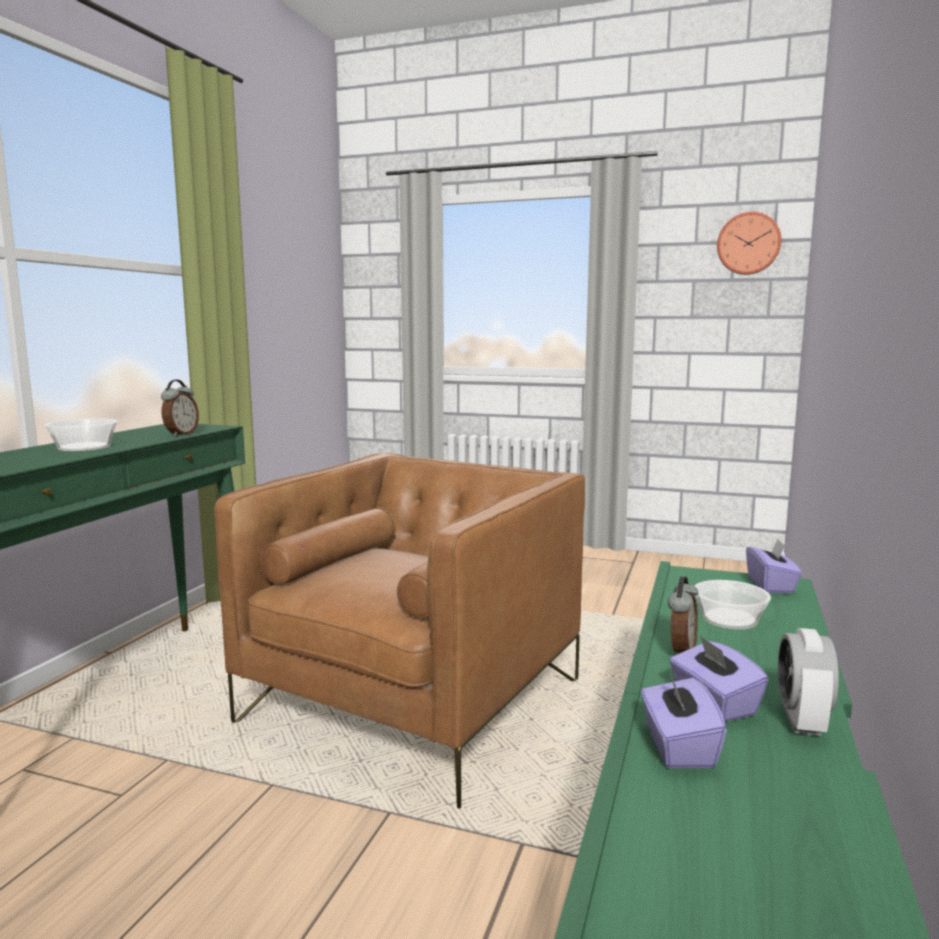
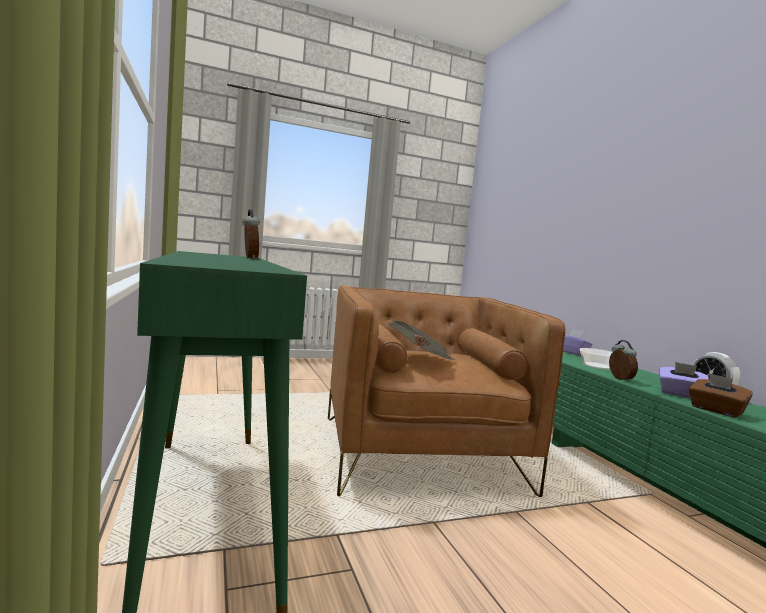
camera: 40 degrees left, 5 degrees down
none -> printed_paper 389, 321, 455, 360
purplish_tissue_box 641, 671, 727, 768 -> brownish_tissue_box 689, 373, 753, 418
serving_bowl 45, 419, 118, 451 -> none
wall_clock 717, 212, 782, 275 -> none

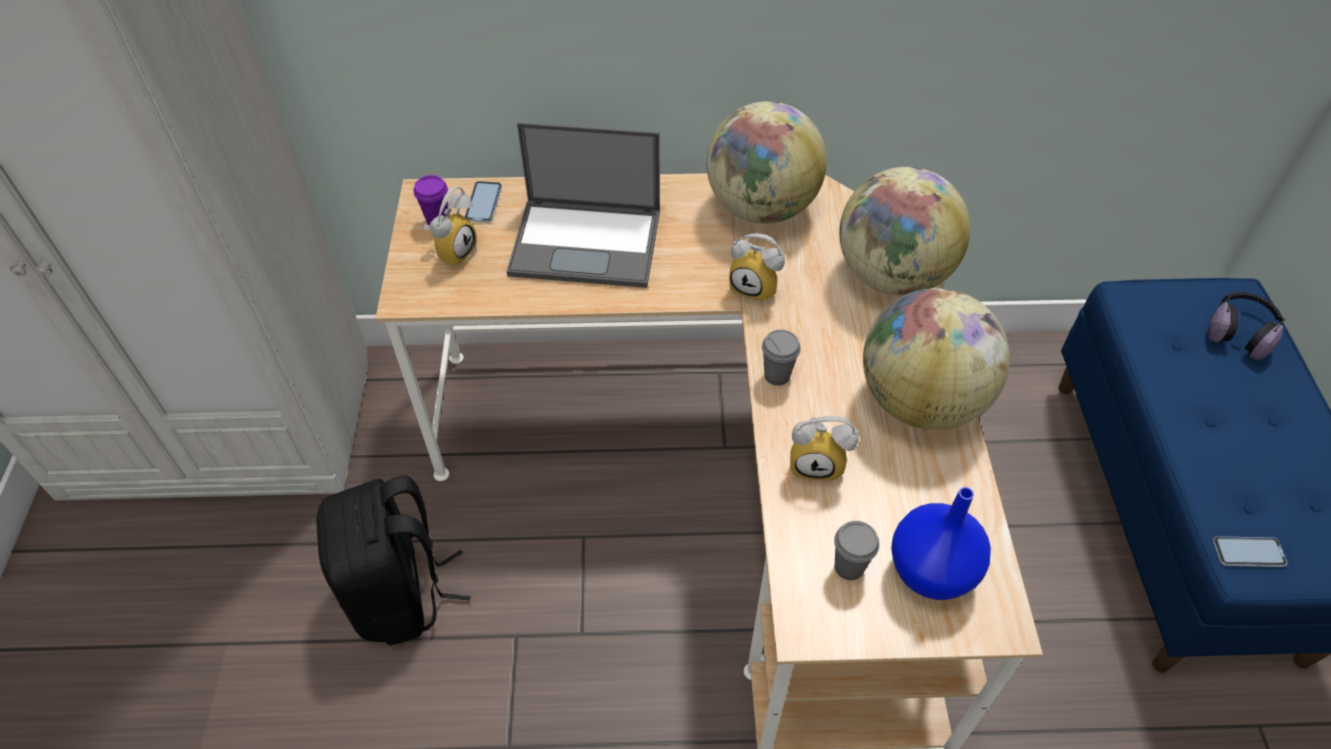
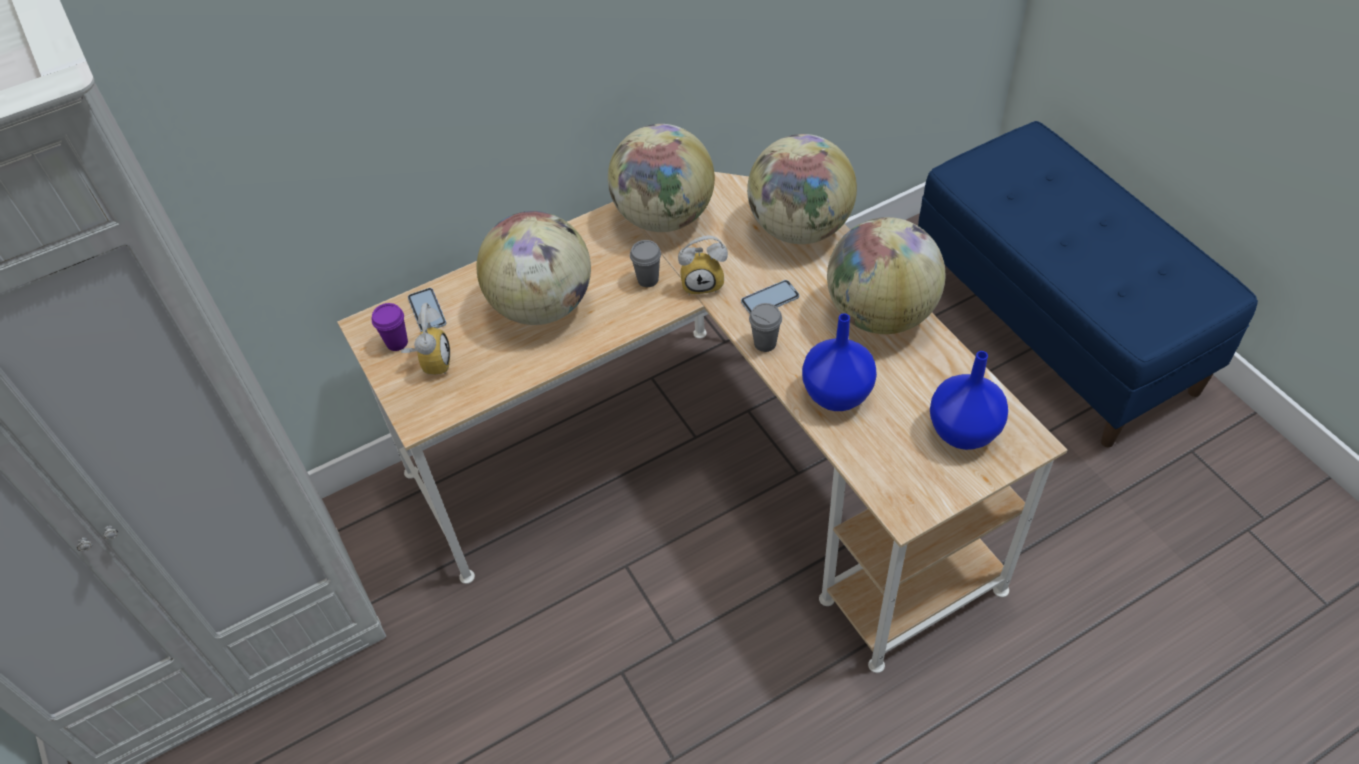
camera: 25 degrees left, 0 degrees up
notebook_computer 507, 122, 660, 288 -> desk_globe 477, 211, 591, 325
gray_cup 834, 521, 879, 580 -> gray_cup 630, 240, 661, 287, shifted
phone 1213, 536, 1287, 567 -> phone 741, 280, 799, 314, shifted
alarm_clock 790, 416, 859, 481 -> blue-coloured_vase 802, 313, 877, 411
blackish_knapsack 316, 476, 470, 646 -> none
headset 1208, 292, 1285, 361 -> none

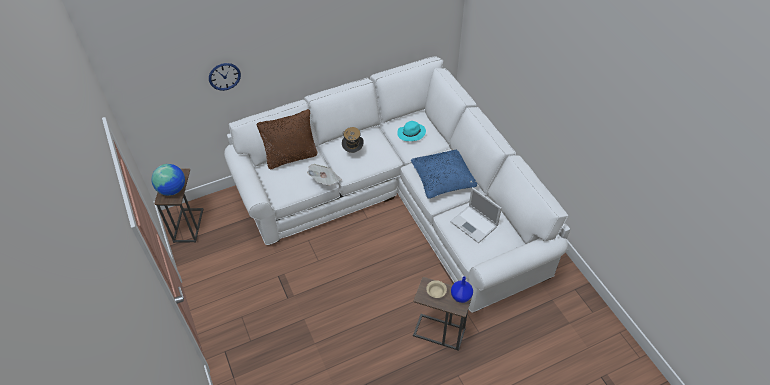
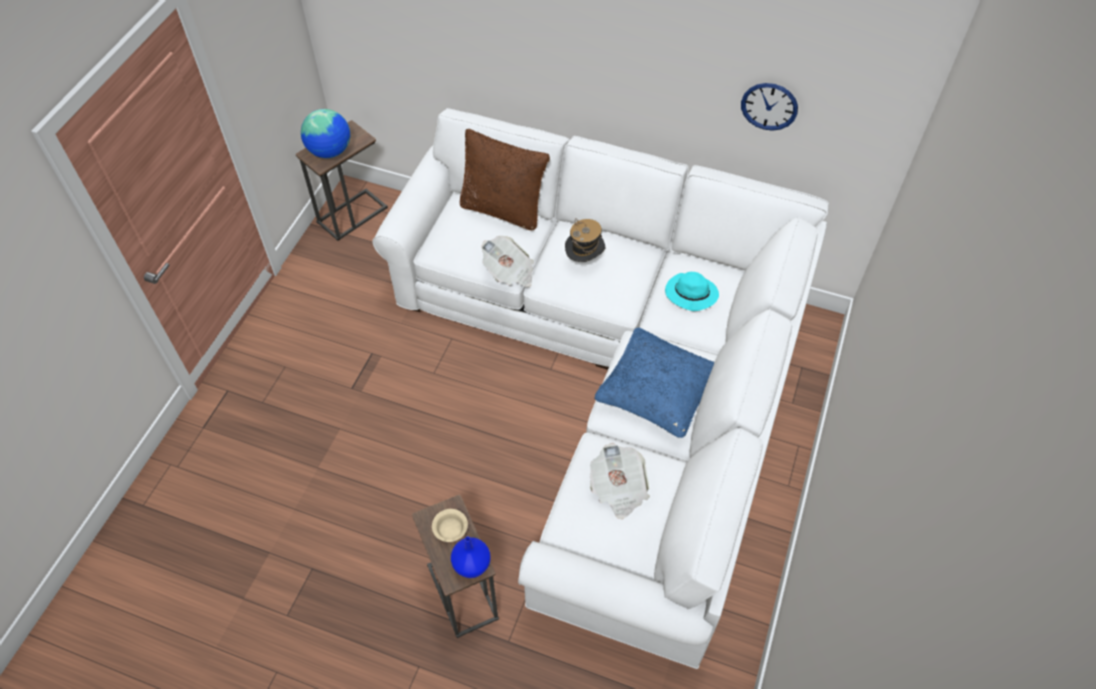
camera: 45 degrees right, 5 degrees up
notebook_computer 450, 187, 502, 243 -> printed_paper 590, 443, 650, 519
wall_clock 209, 63, 241, 91 -> wall_clock 741, 83, 798, 131, shifted

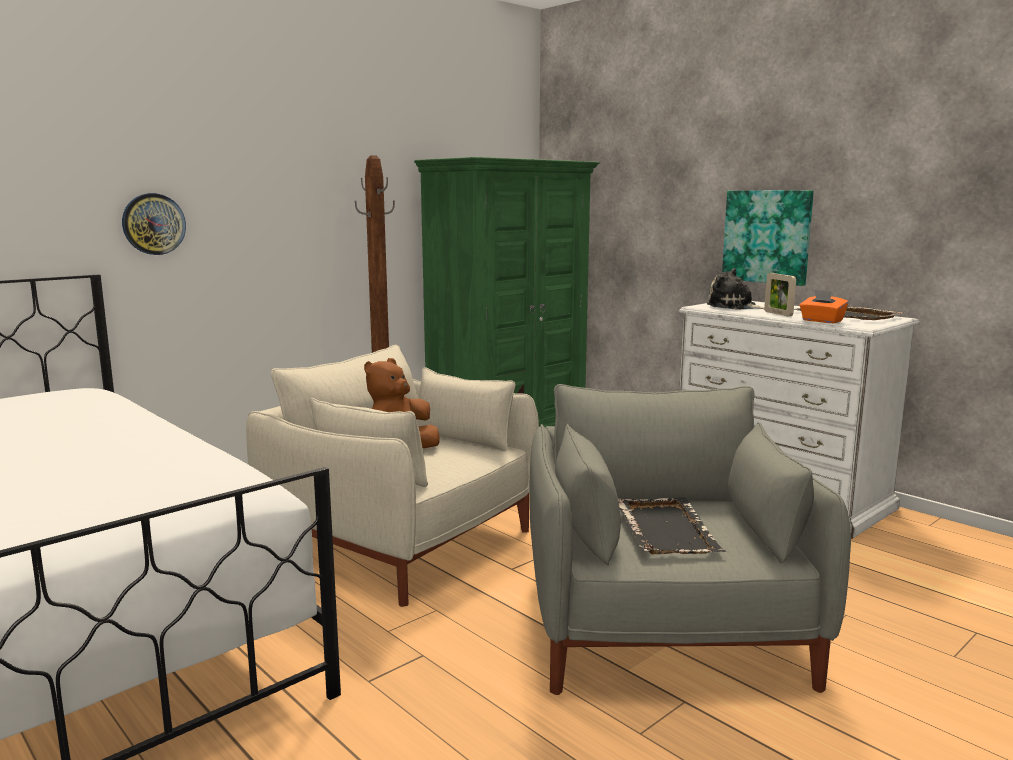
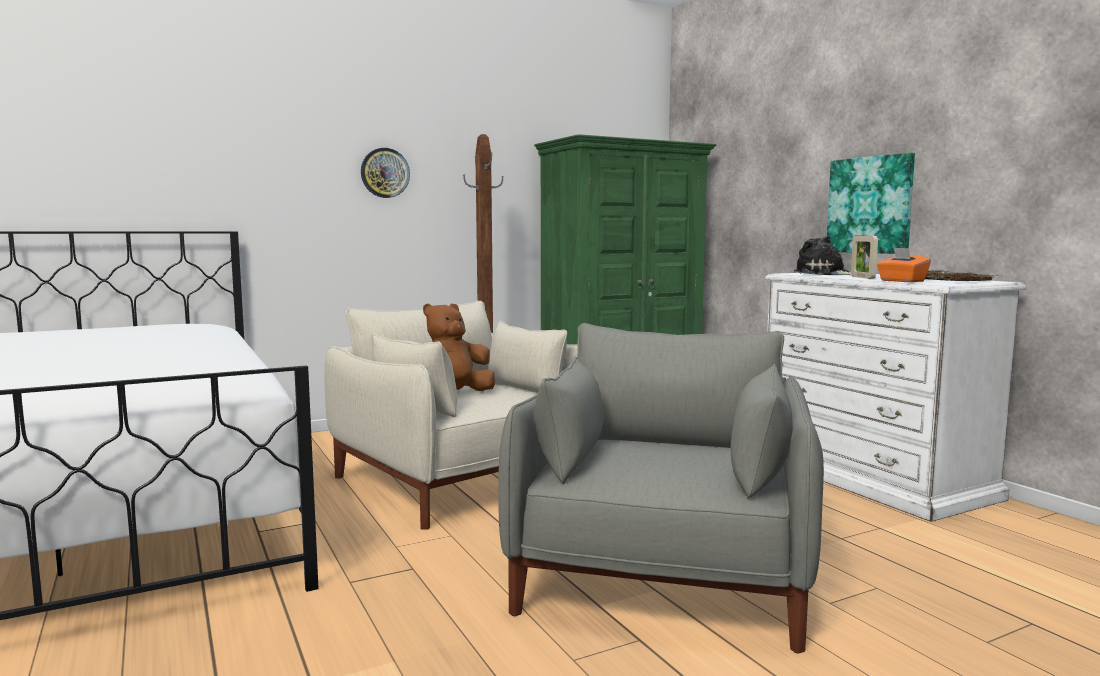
camera: 15 degrees right, 5 degrees down
wall_clock 122, 193, 186, 255 -> wall_clock 361, 148, 410, 198, shifted
blackish_carrying_tray 618, 497, 726, 554 -> none

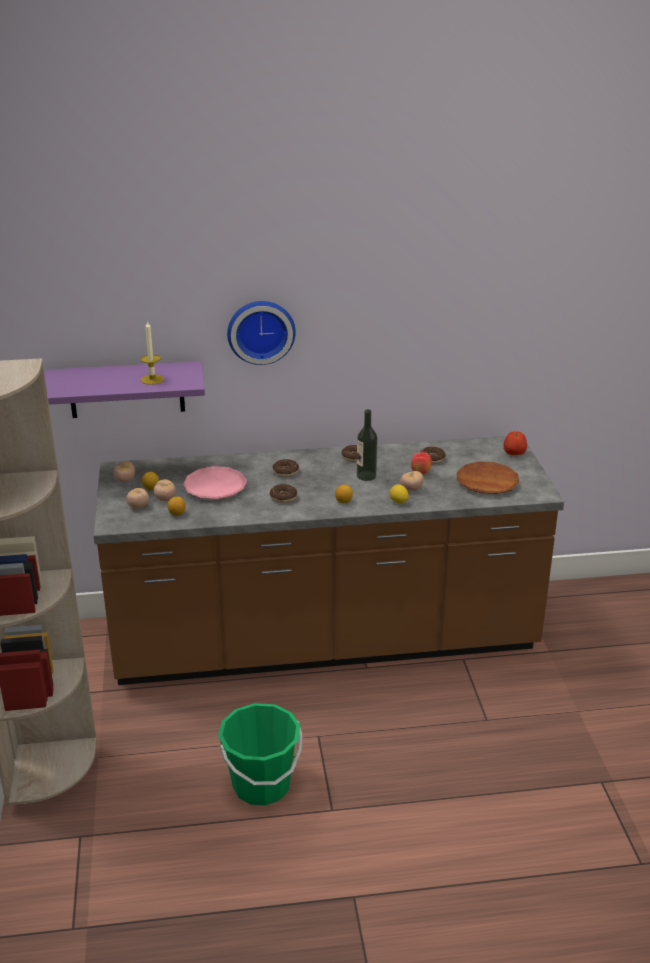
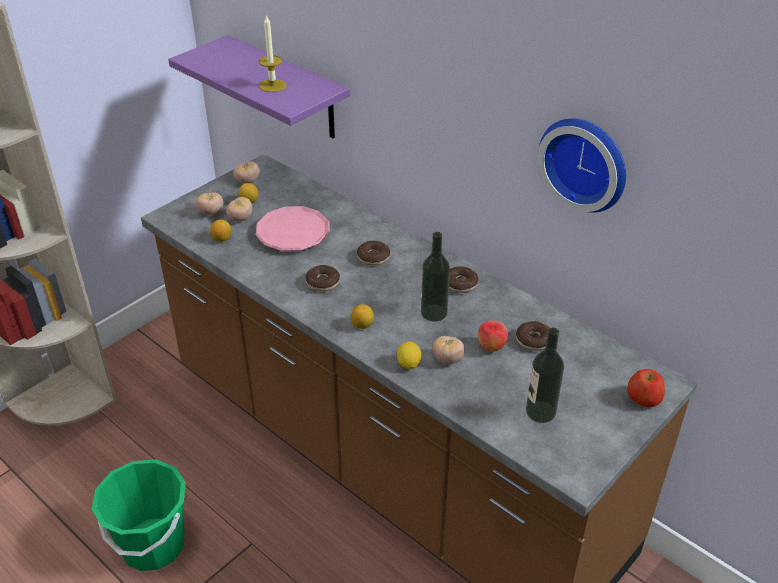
camera: 50 degrees right, 10 degrees up
brownish_dinner_plate 457, 461, 519, 494 -> drink_bottle 526, 327, 564, 423
wall_clock 227, 301, 296, 365 -> wall_clock 537, 118, 626, 213, shifted

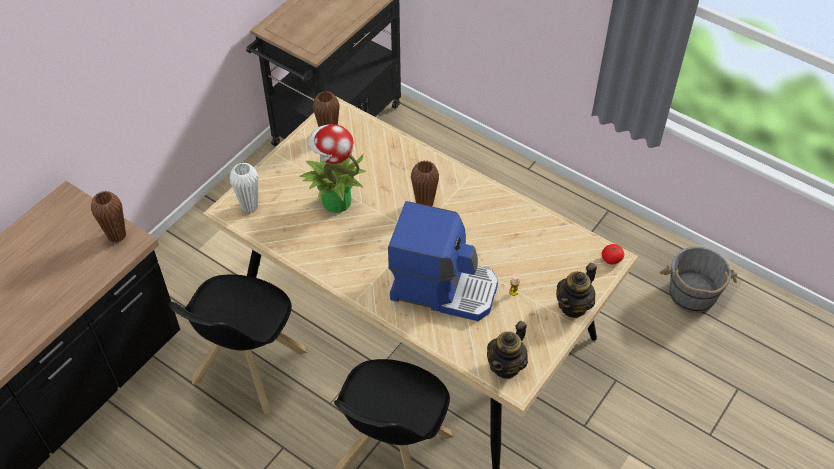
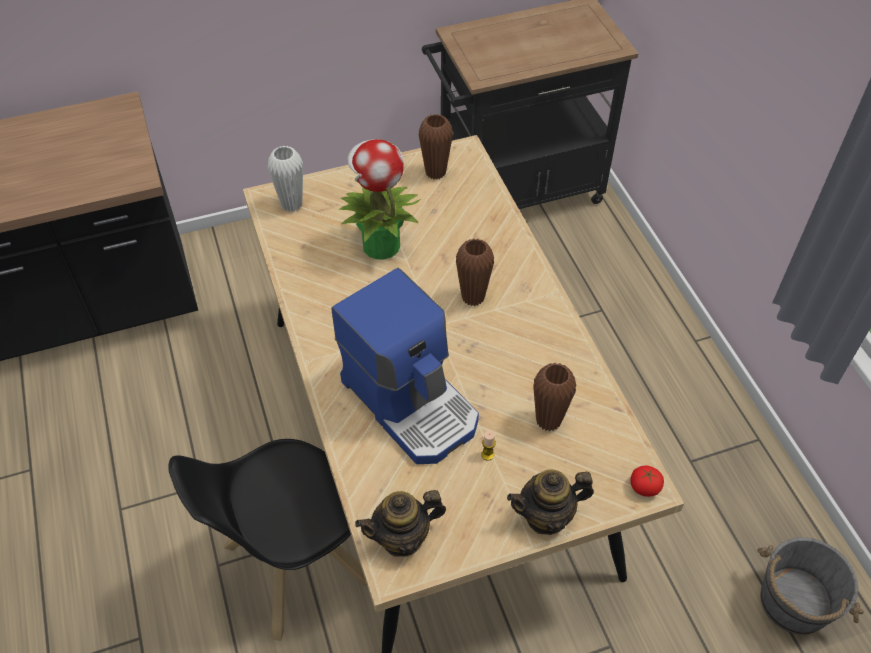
camera: 35 degrees right, 0 degrees up
brownish_vase 91, 191, 126, 243 -> brownish_vase 533, 363, 576, 431, shifted
blackish_upright_chair 168, 274, 307, 414 -> none

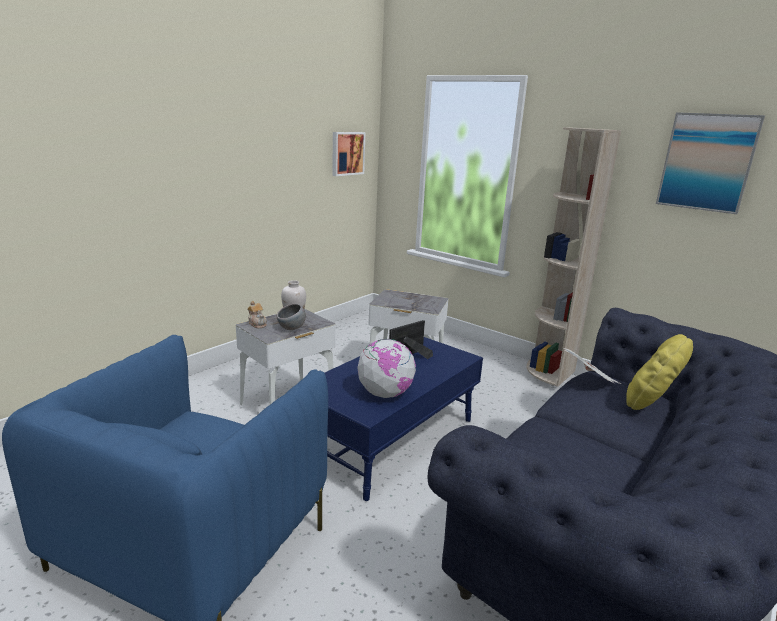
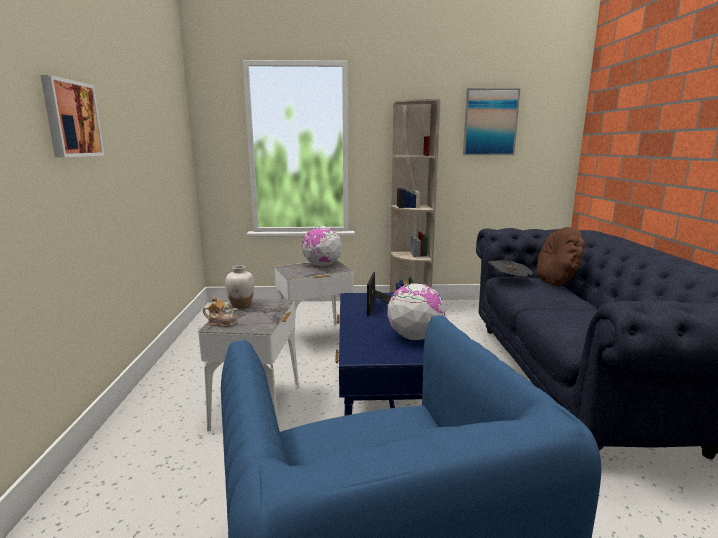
camera: 40 degrees left, 5 degrees down
picture 332, 132, 365, 176 -> picture 40, 75, 105, 157, shifted
none -> desk_globe 302, 226, 342, 266
yellowish_pillow 626, 334, 693, 410 -> brownish_pillow 537, 227, 585, 287
gray_serving_bowl 277, 304, 306, 330 -> none

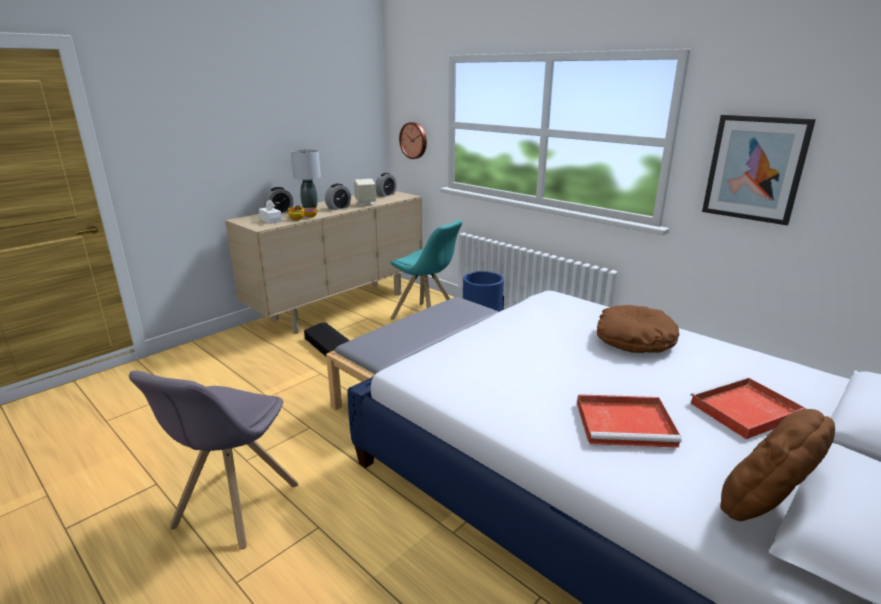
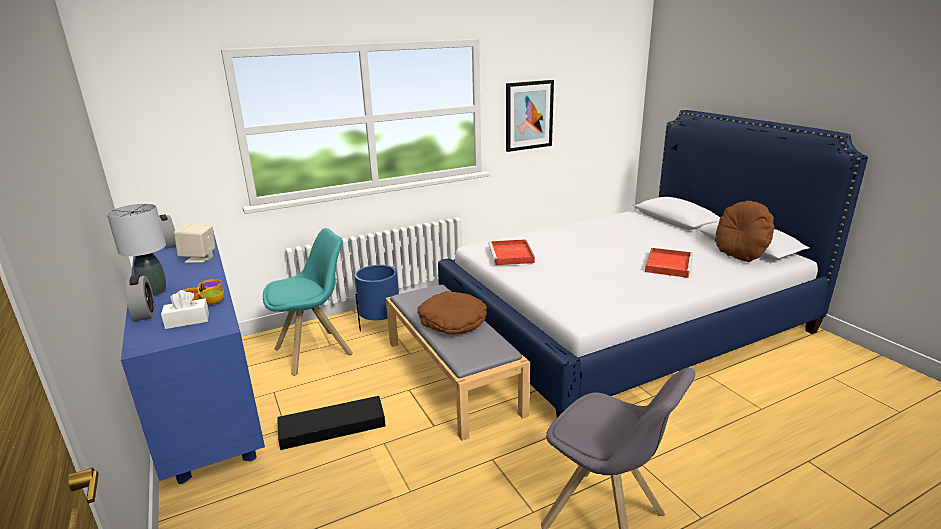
camera: 70 degrees left, 0 degrees up
beige-coloured_chest_of_drawers 225, 191, 422, 334 -> blue-coloured_chest_of_drawers 121, 231, 265, 484
brownish_pillow 597, 305, 679, 353 -> brownish_pillow 417, 291, 487, 335, shifted
reddish_carrying_tray 690, 377, 806, 439 -> reddish_carrying_tray 488, 239, 535, 265, shifted
alarm_clock 325, 184, 351, 210 -> none
wall_clock 399, 122, 427, 159 -> none

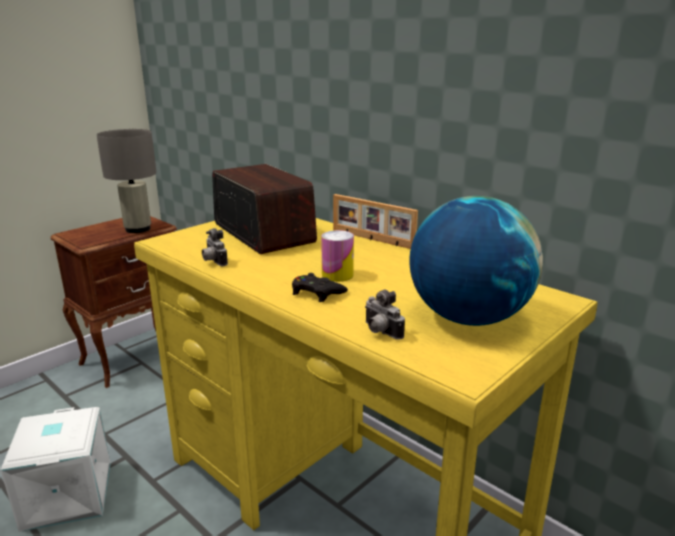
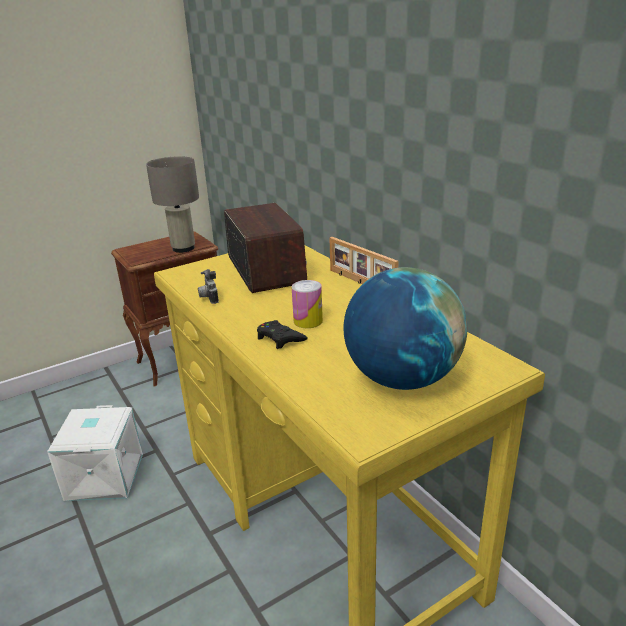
camera: 15 degrees right, 5 degrees up
still_camera 365, 290, 405, 340 -> none

